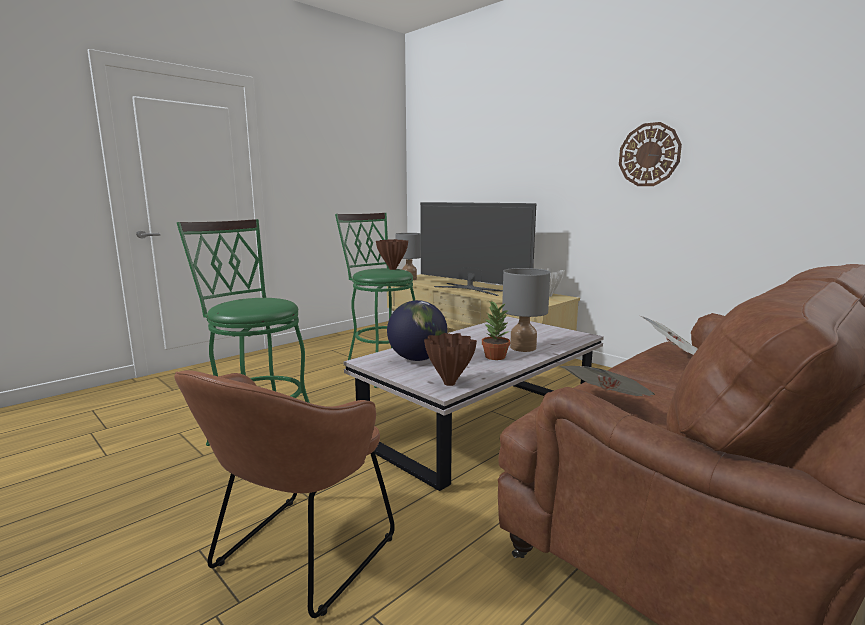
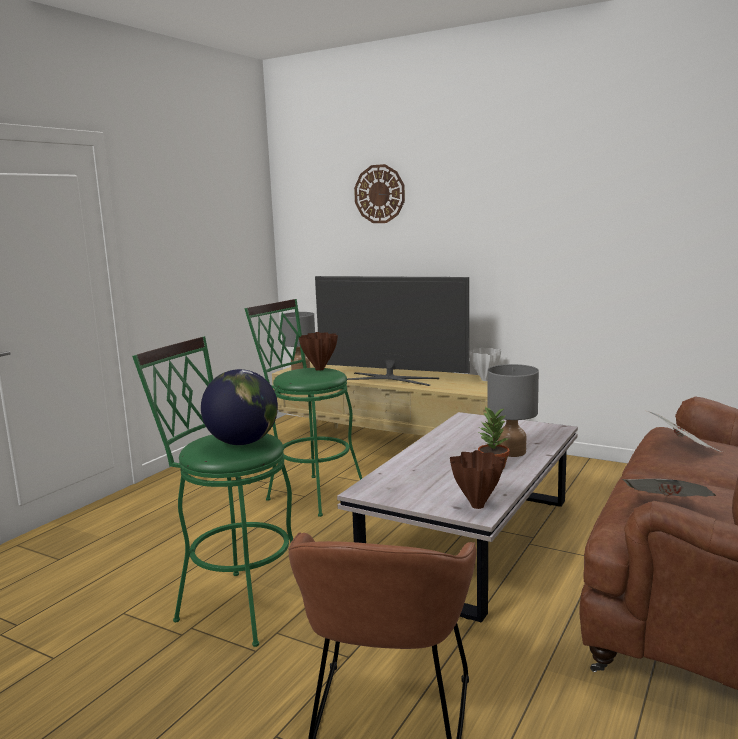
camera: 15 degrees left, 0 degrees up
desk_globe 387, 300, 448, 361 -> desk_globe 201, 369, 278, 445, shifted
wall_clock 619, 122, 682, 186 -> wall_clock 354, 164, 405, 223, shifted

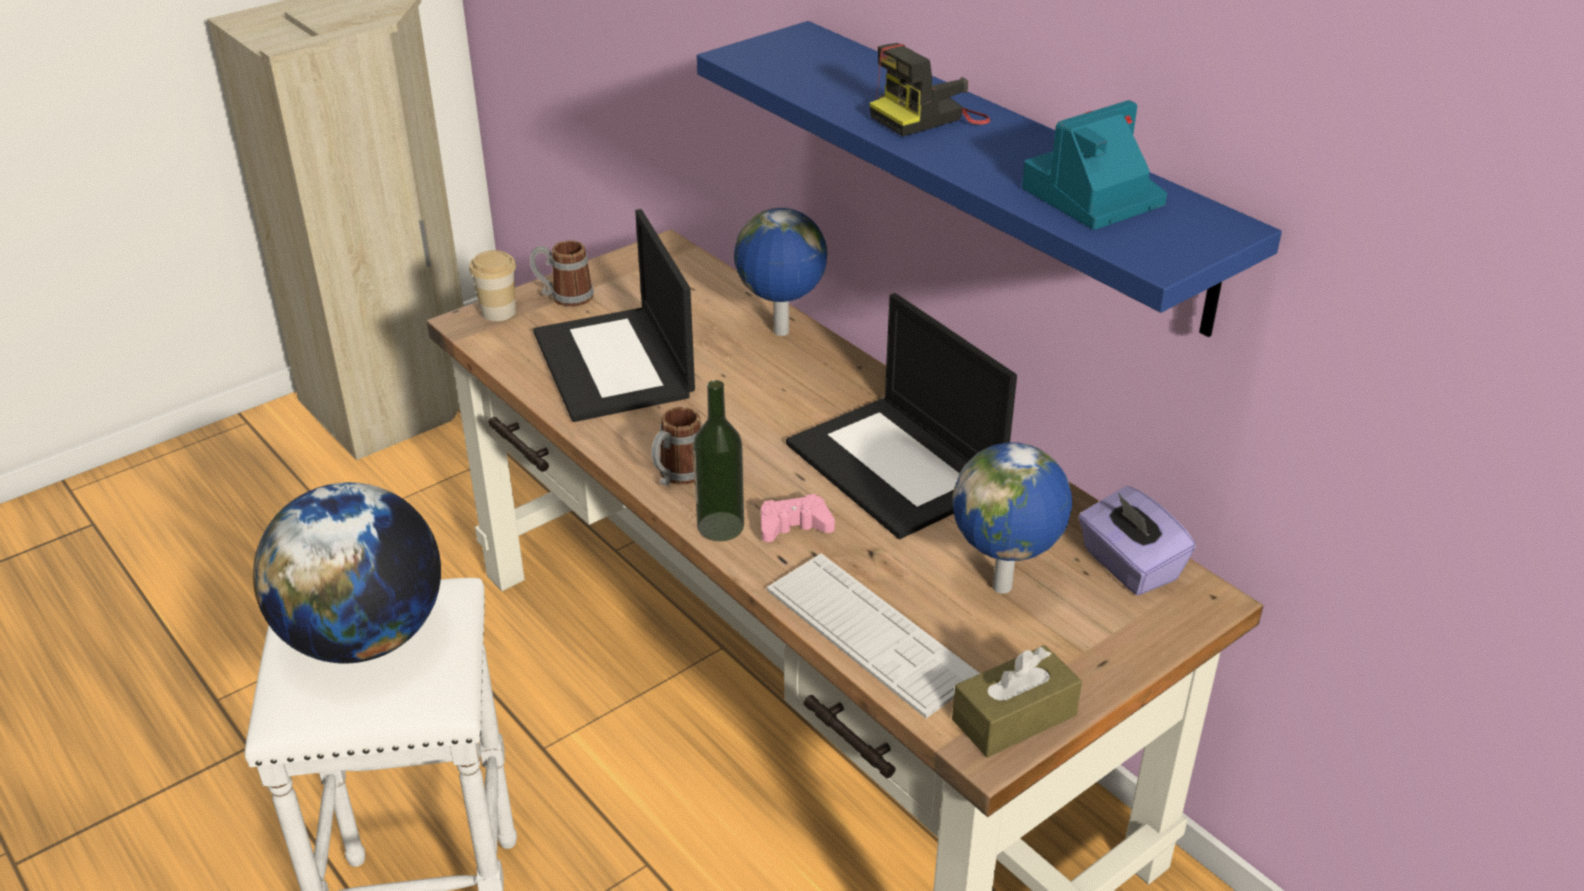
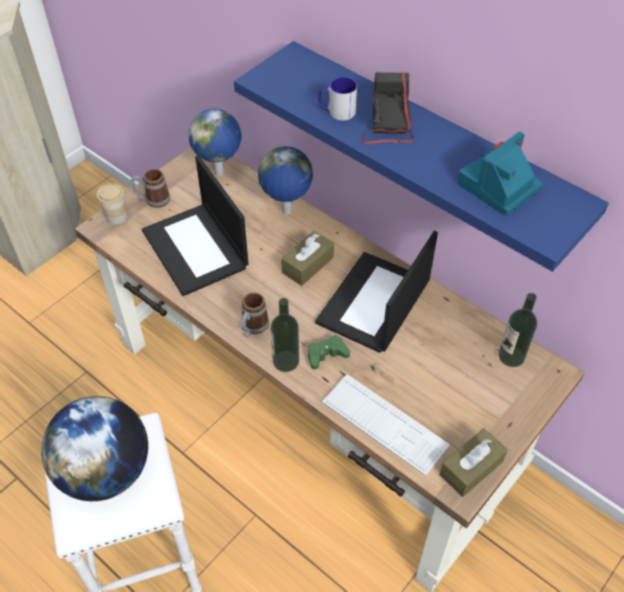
camera: 10 degrees left, 15 degrees up
desk_globe 952, 442, 1072, 594 -> desk_globe 188, 109, 242, 176, shifted
none -> brownish_tissue_box 281, 231, 334, 286
pinkish_game_controller 761, 494, 835, 542 -> green-coloured_game_controller 308, 335, 350, 370
notebook_computer 786, 293, 1017, 539 -> notebook_computer 315, 231, 438, 353, 75 degrees clockwise
none -> tea_mug 318, 77, 357, 121
still_camera 870, 43, 990, 136 -> still_camera 362, 72, 414, 144, 135 degrees clockwise
purplish_tissue_box 1078, 486, 1196, 596 -> drink_bottle 499, 293, 537, 367

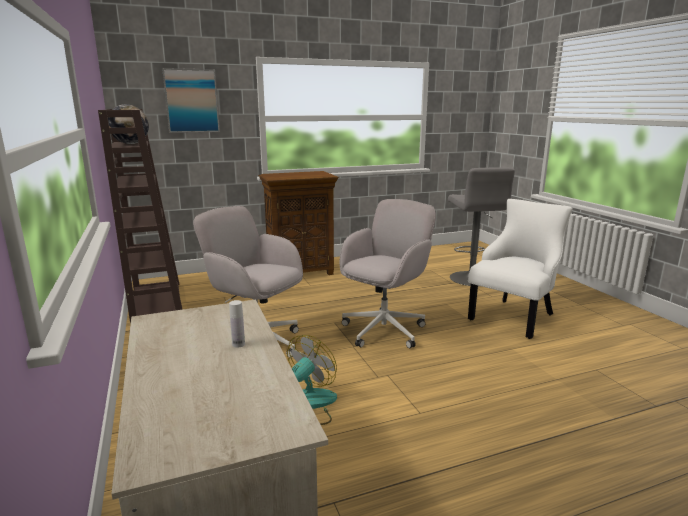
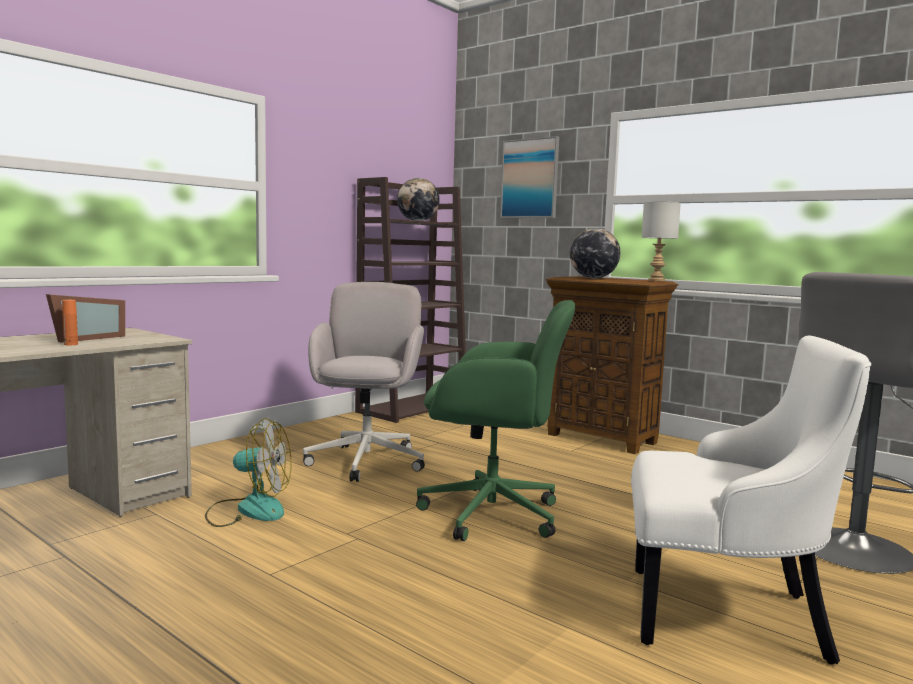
camera: 60 degrees right, 10 degrees down
none -> standing_frame 46, 294, 125, 343
white-coloured_drink_bottle 229, 300, 245, 348 -> orangey_drink_bottle 62, 300, 78, 346
gray_desk_chair 340, 199, 436, 348 -> green-coloured_desk_chair 416, 300, 575, 541
none -> desk_globe 570, 228, 620, 278
none -> gray_tabletop_lamp 641, 202, 681, 281

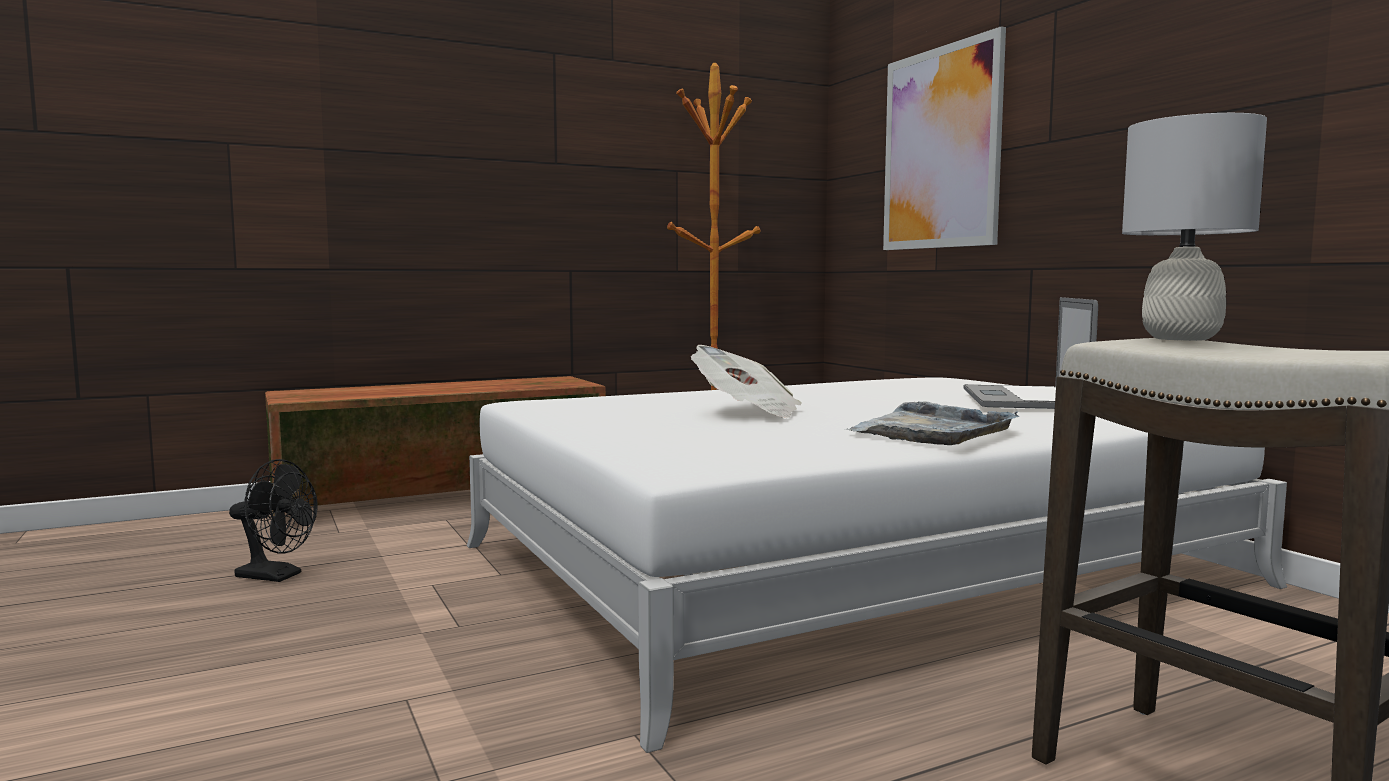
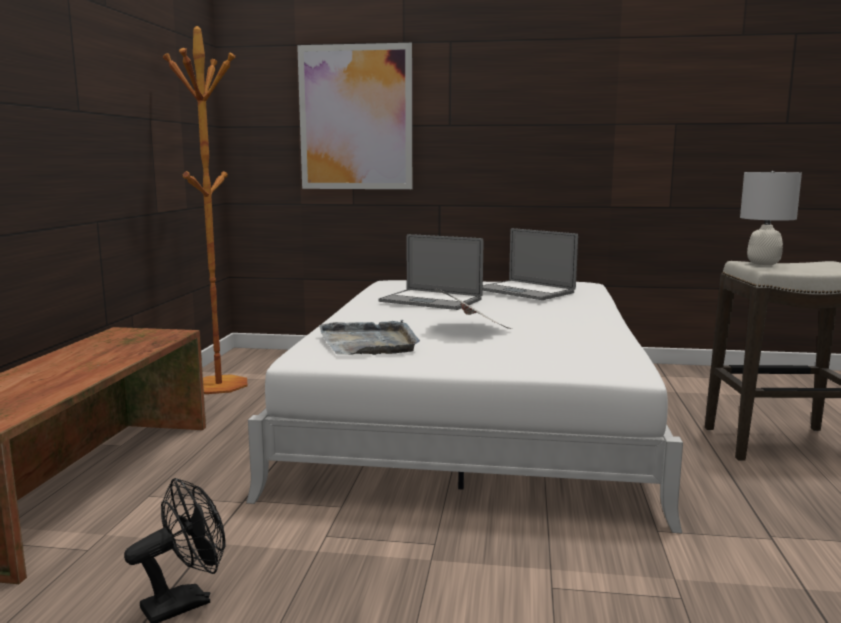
camera: 55 degrees left, 5 degrees up
gray_carrying_tray 845, 401, 1020, 445 -> gray_carrying_tray 319, 320, 420, 355, shifted
none -> notebook_computer 378, 234, 483, 310

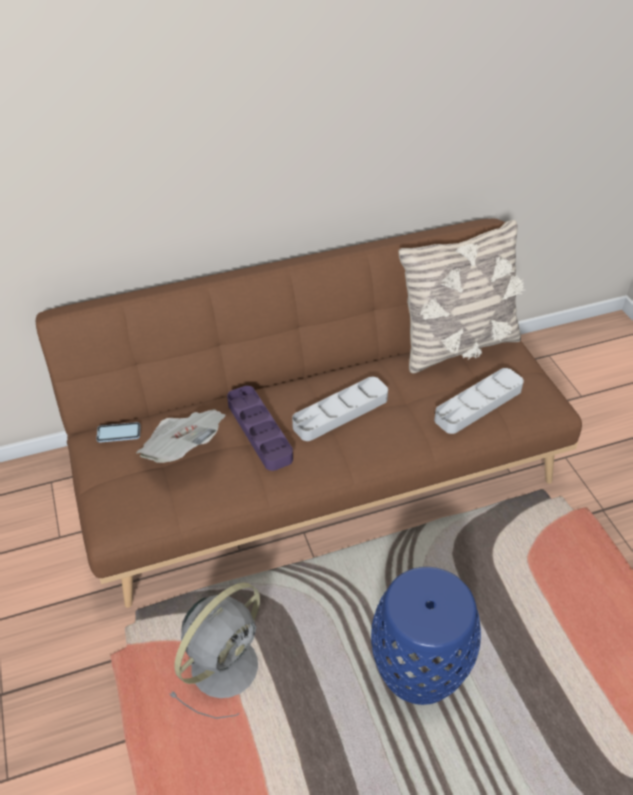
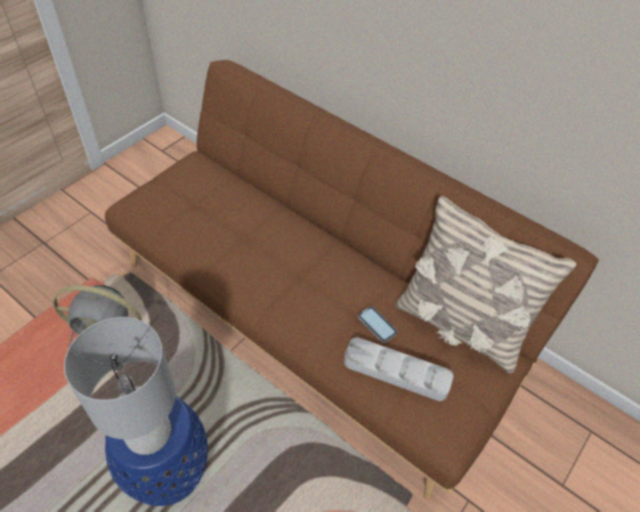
camera: 55 degrees right, 5 degrees up
none -> gray_tabletop_lamp 64, 317, 176, 455
phone 96, 422, 141, 443 -> phone 358, 306, 398, 343, shifted
printed_paper 136, 409, 226, 463 -> none
purplish_carrying_tray 227, 386, 293, 471 -> none
gray_carrying_tray 292, 377, 388, 441 -> none

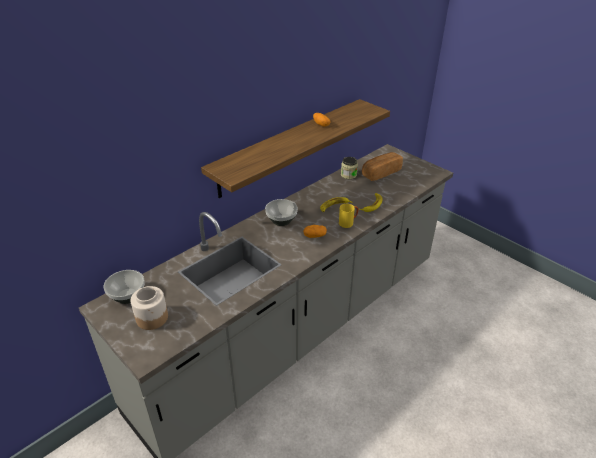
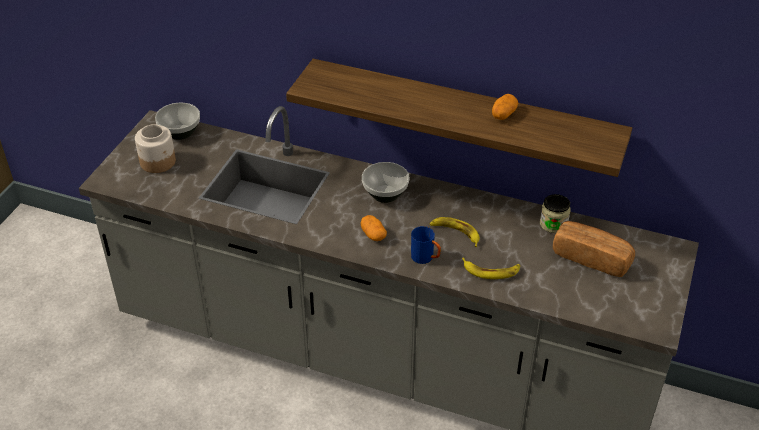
camera: 65 degrees right, 5 degrees up
yellowish_tea_mug 339, 204, 358, 228 -> blue-coloured_tea_mug 411, 226, 441, 264

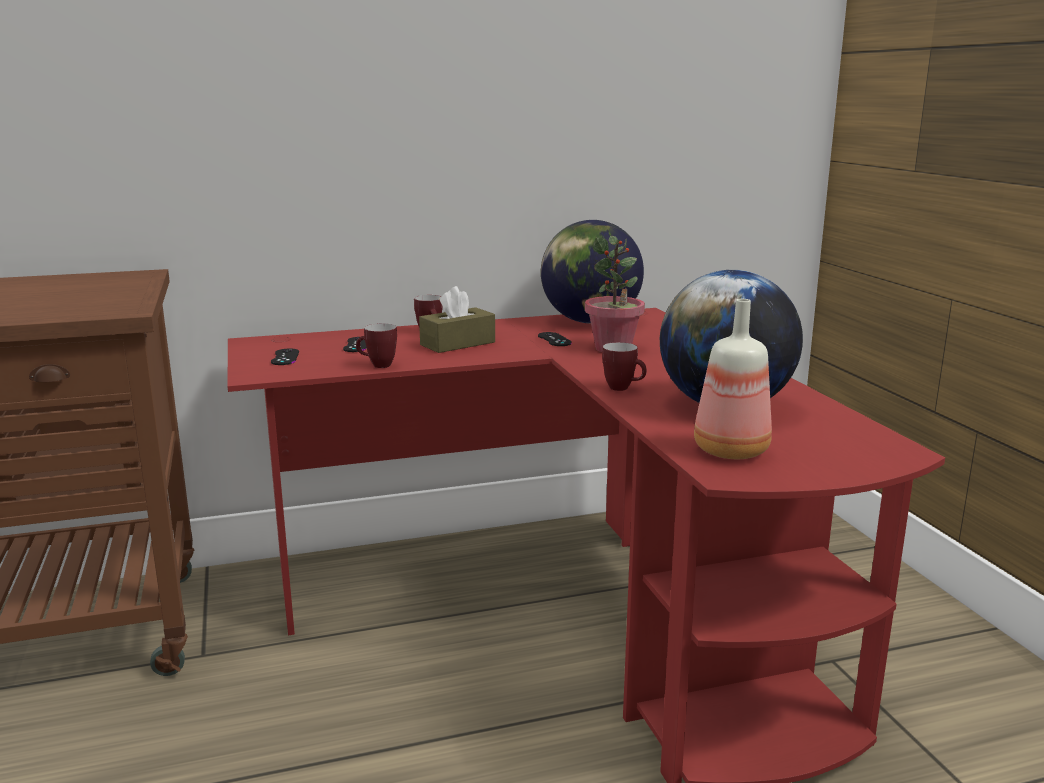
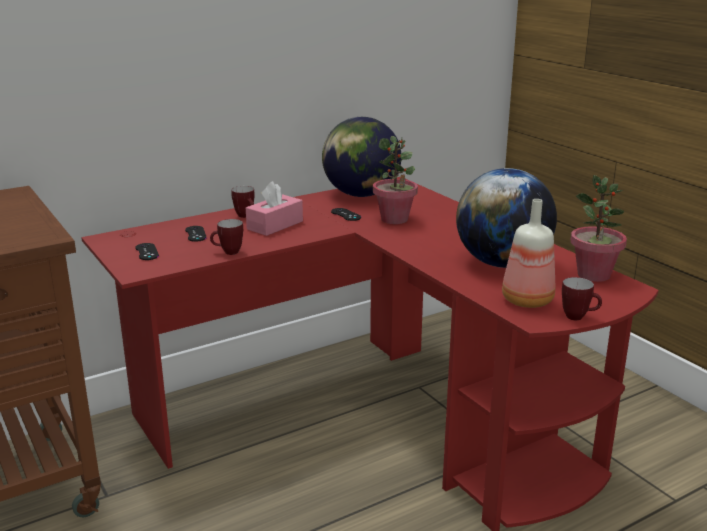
camera: 15 degrees left, 5 degrees up
brownish_tissue_box 419, 286, 495, 353 -> pinkish_tissue_box 246, 181, 303, 236
tea_mug 602, 342, 647, 391 -> tea_mug 562, 277, 602, 320, shifted
none -> plant_in_a_pot 571, 175, 627, 282

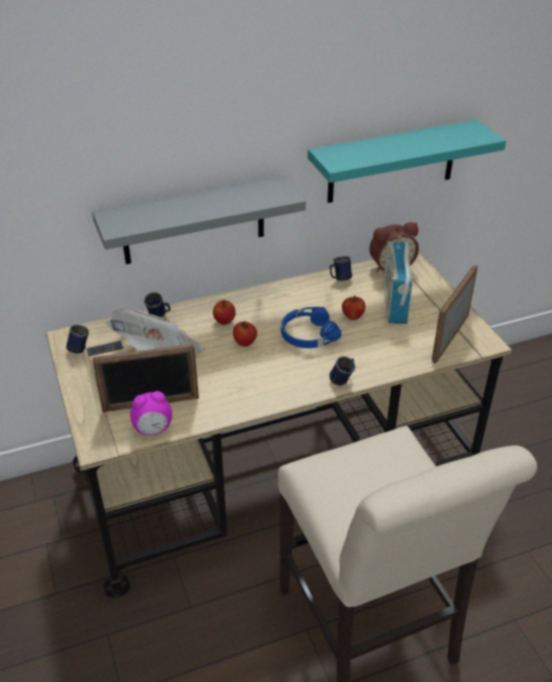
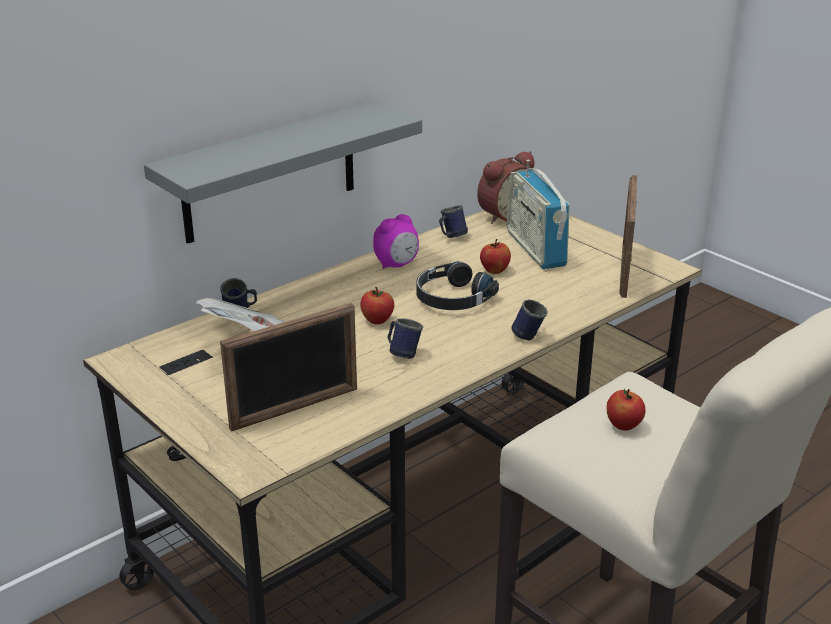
camera: 20 degrees left, 10 degrees down
alarm_clock 130, 391, 172, 435 -> alarm_clock 373, 214, 419, 269, shifted
blue-coloured_tea_mug 66, 325, 89, 354 -> blue-coloured_tea_mug 387, 318, 423, 359, shifted
blue-coloured_headset 281, 307, 341, 348 -> blackish_headset 416, 261, 499, 310
whole_apple 213, 300, 236, 325 -> whole_apple 607, 389, 646, 431, shifted
turquoise_wall_shelf 308, 120, 506, 203 -> none

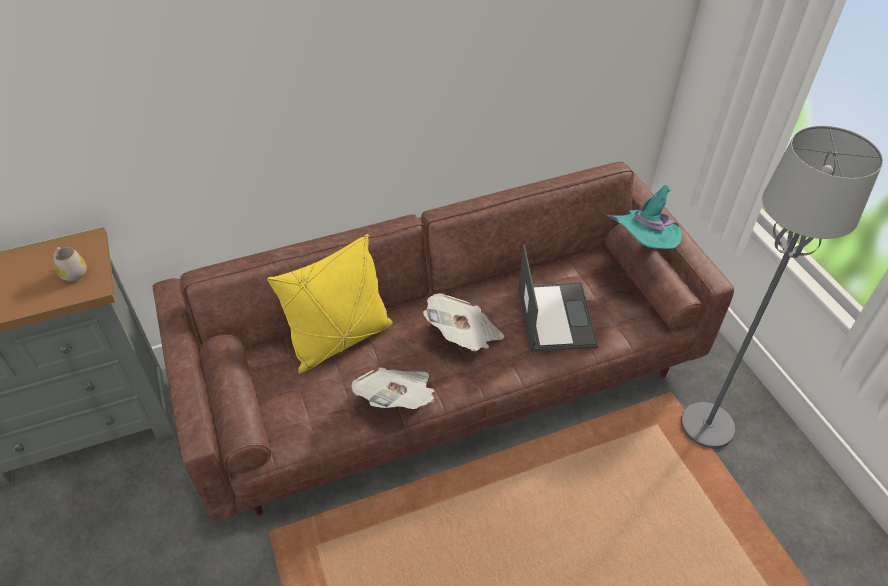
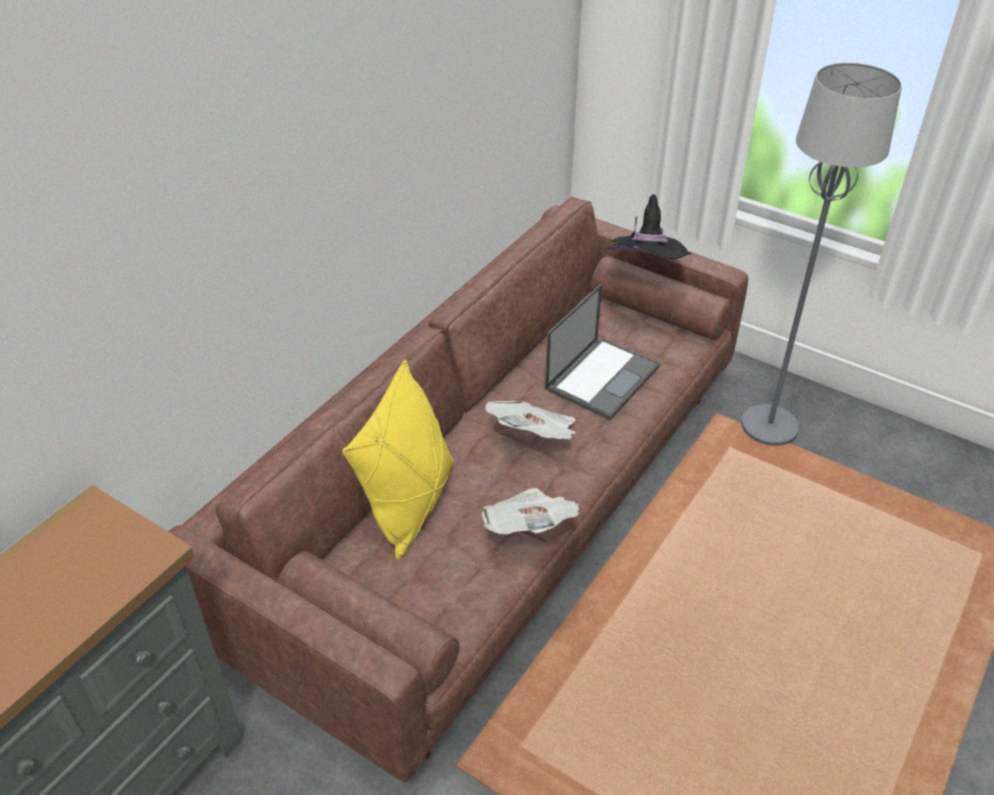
camera: 35 degrees left, 5 degrees down
notebook_computer 519, 245, 599, 352 -> notebook_computer 545, 284, 660, 420, 75 degrees clockwise
turquoise_wearable_hat 606, 185, 682, 249 -> blackish_wearable_hat 606, 194, 691, 259
white-coloured_tea_mug 54, 247, 87, 281 -> none

